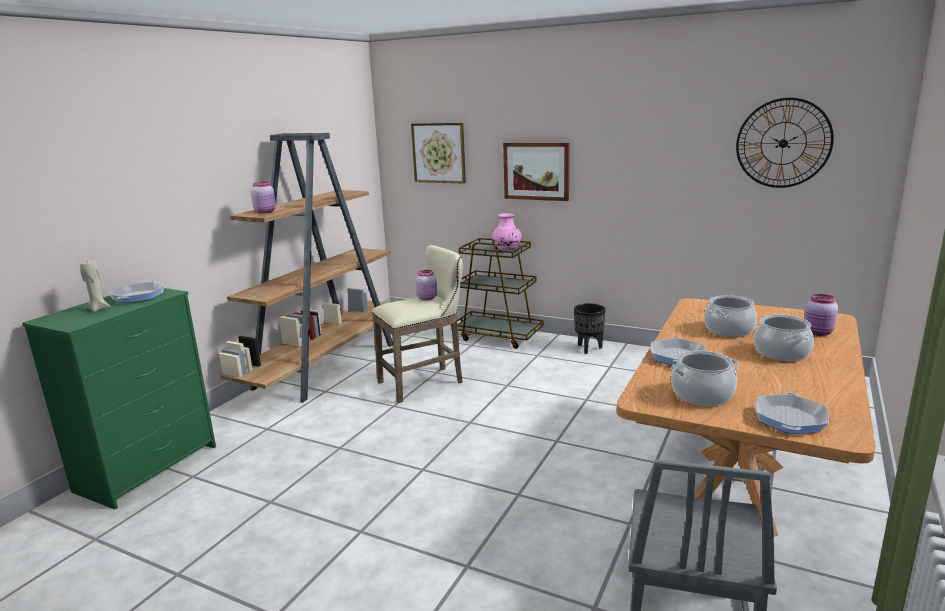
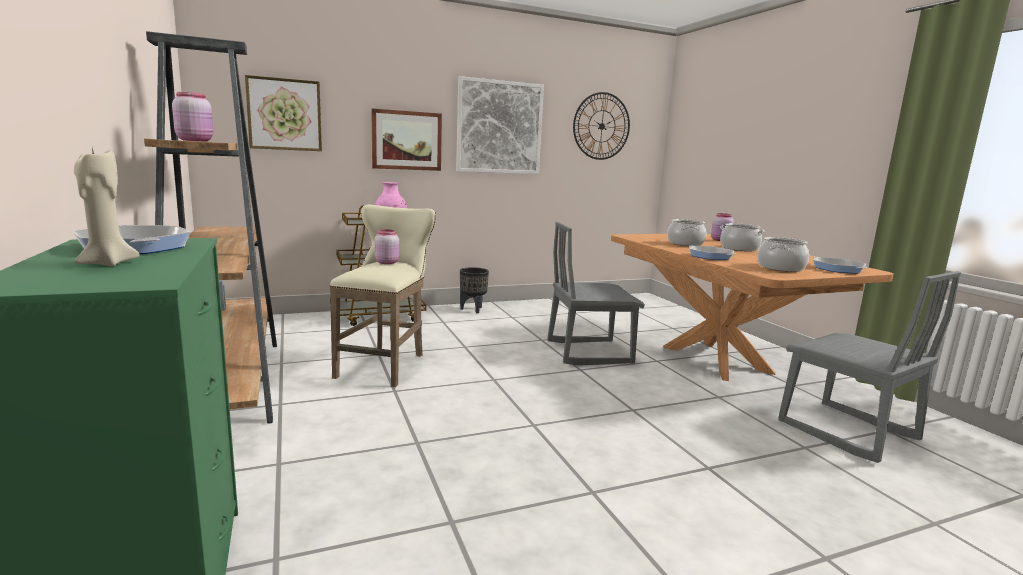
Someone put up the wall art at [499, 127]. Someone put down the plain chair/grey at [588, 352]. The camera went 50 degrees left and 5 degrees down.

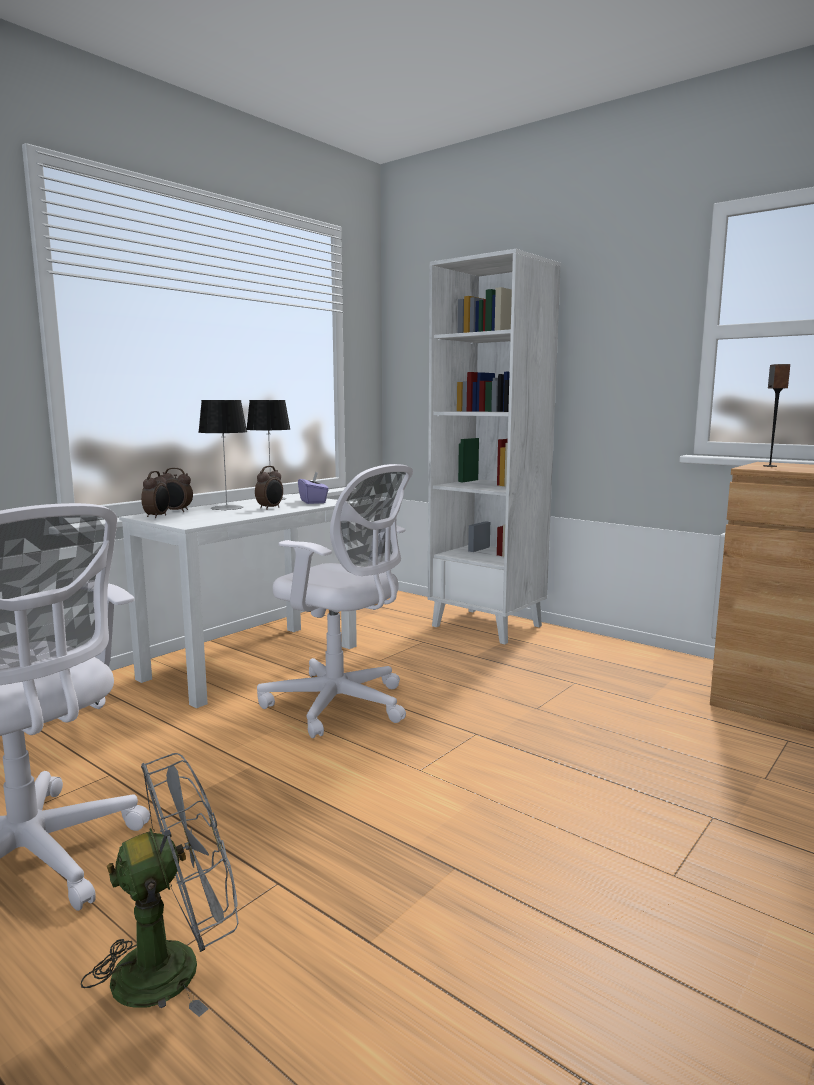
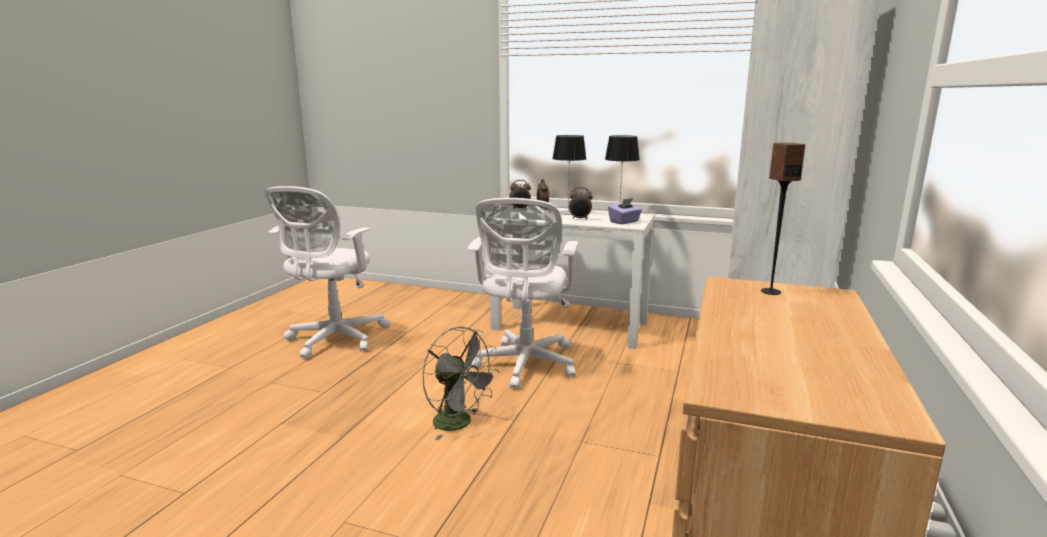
Someone carried the fan/grey from [175, 964] to [459, 424]. The camera went 70 degrees right and 5 degrees up.

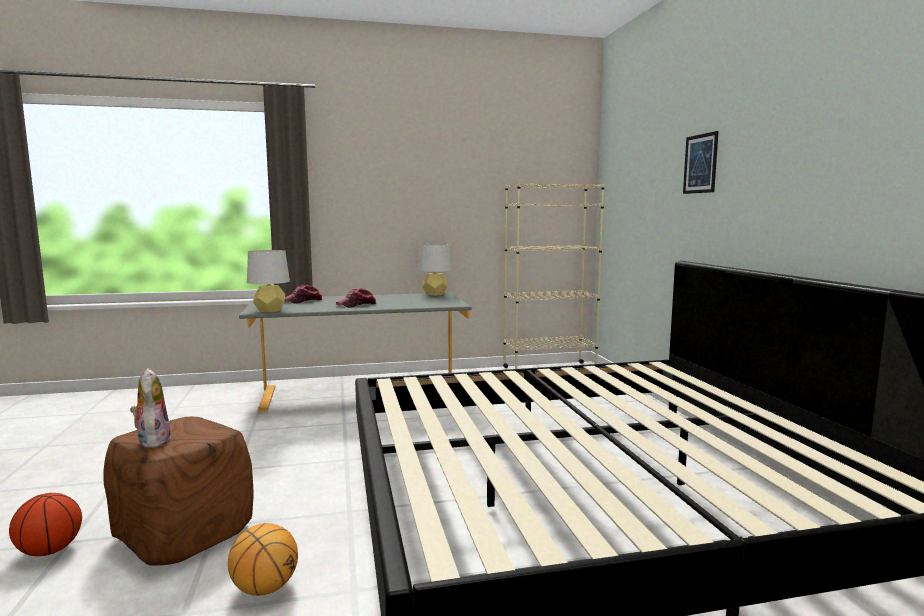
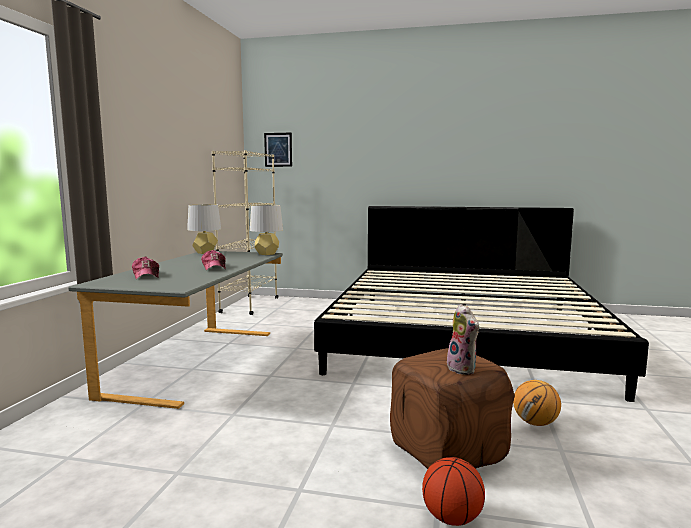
Someone carried the wall art from [700, 163] to [278, 149]. Someone carried the lamp for a table/grey from [270, 311] to [267, 254]. Someone rotated the cuddly toy at [152, 440] by 120 degrees counterclockwise. The camera went 65 degrees left and 0 degrees up.

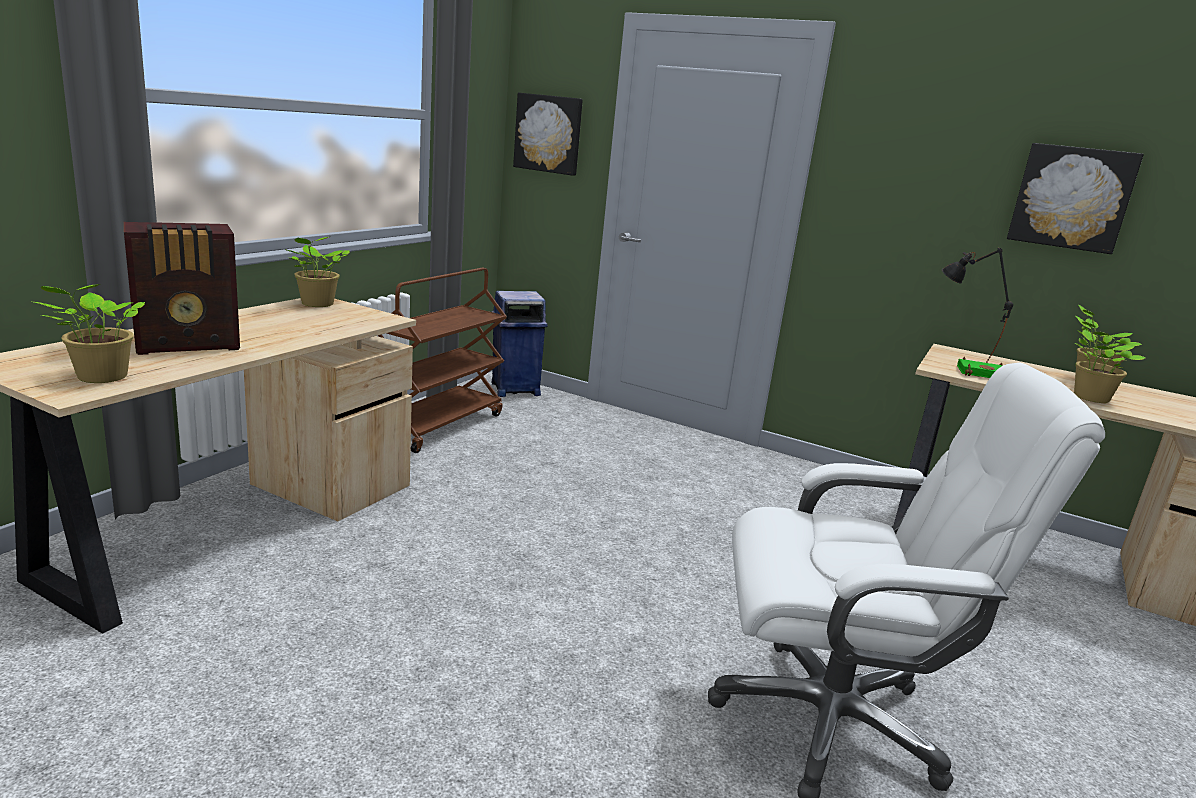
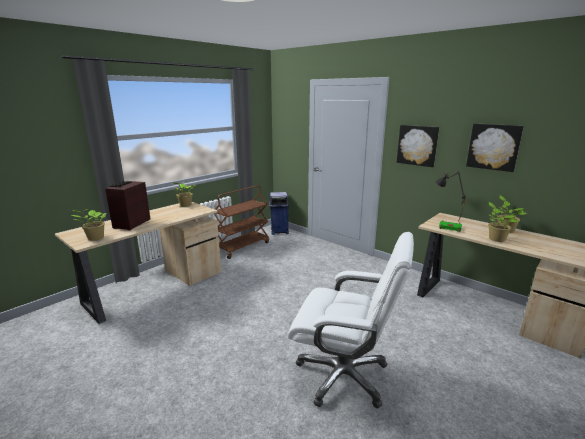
Someone carried the wall art from [549, 134] to [417, 145]. Someone rotated the radio set at [190, 344] by 120 degrees clockwise. The camera went 15 degrees right and 0 degrees up.

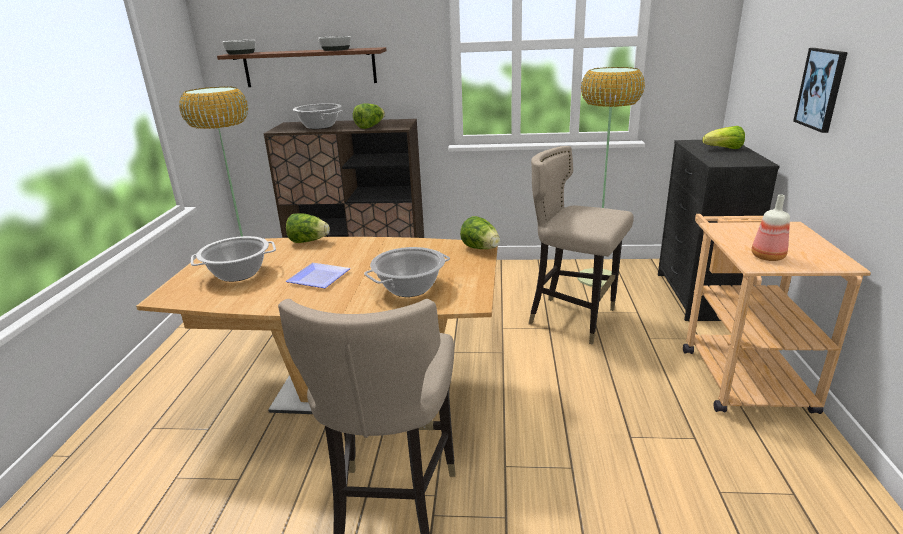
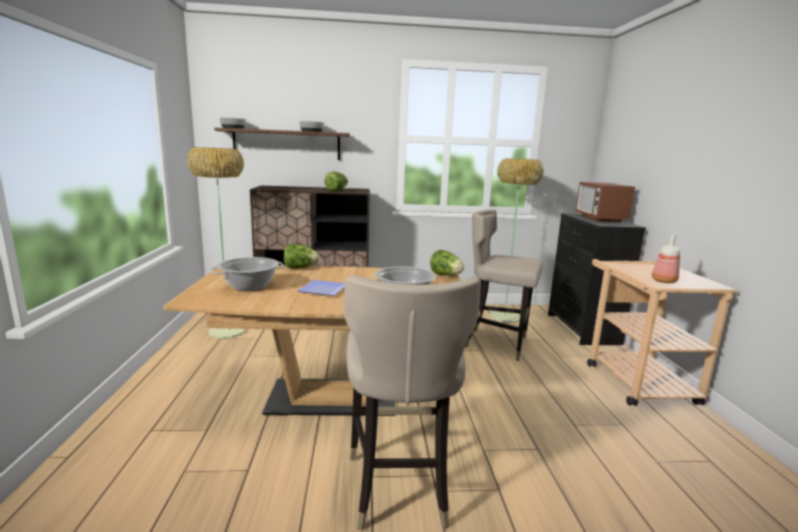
Someone took away the wall art at [821, 89]. Someone took away the cooking pot at [319, 126]. Someone swapped the head of lettuce at [724, 149] for the microwave at [600, 218]. The camera went 10 degrees left and 10 degrees down.

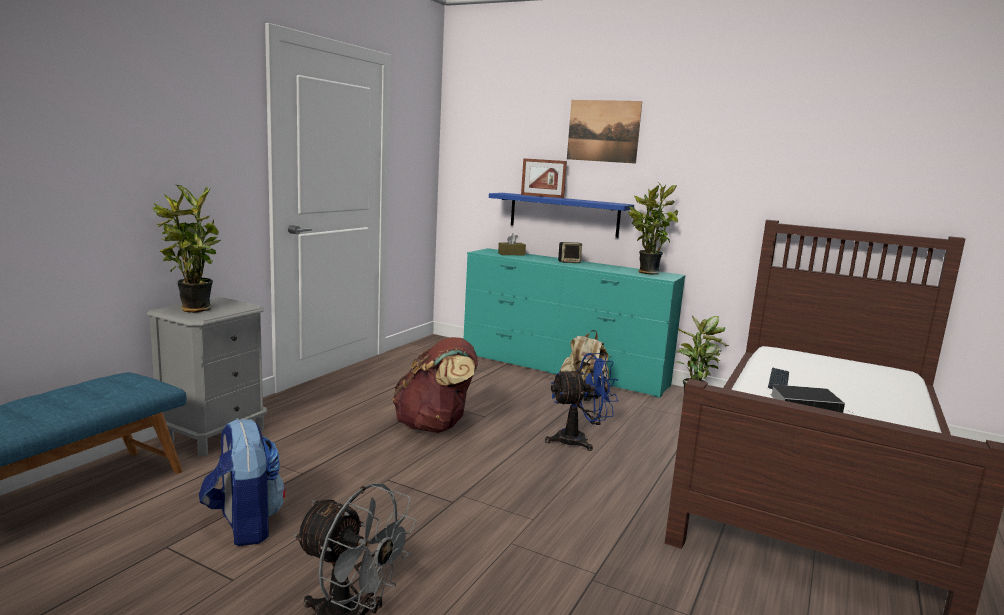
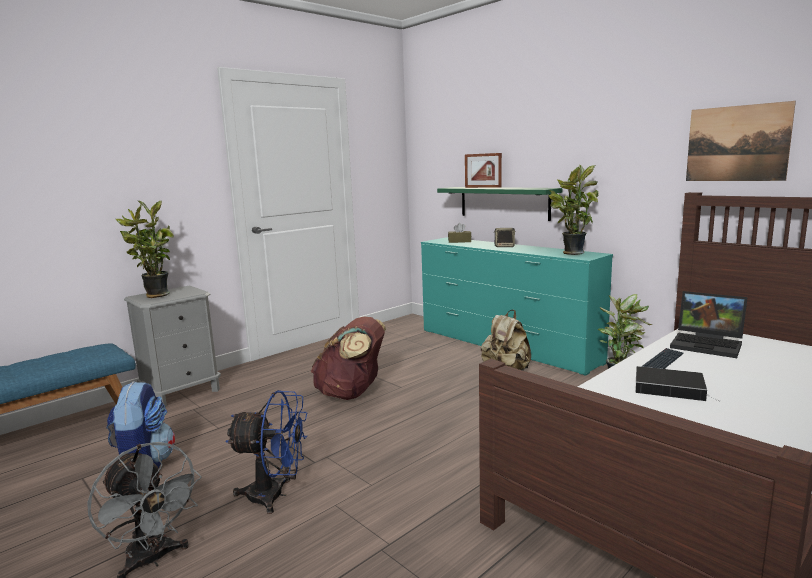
Someone carried the wall art from [603, 131] to [737, 143]. Someone repainted the bracket shelf/blue-coloured at [563, 214], which became the bracket shelf/green-coloured at [503, 202]. Someone carried the fan/blue-coloured from [579, 440] to [275, 495]. Someone put down the laptop at [708, 344]. The camera went 20 degrees right and 0 degrees up.

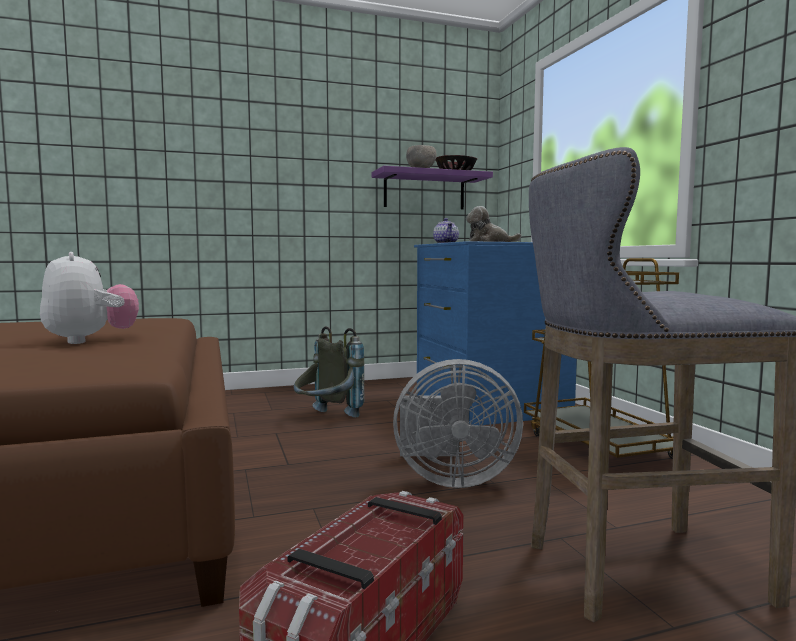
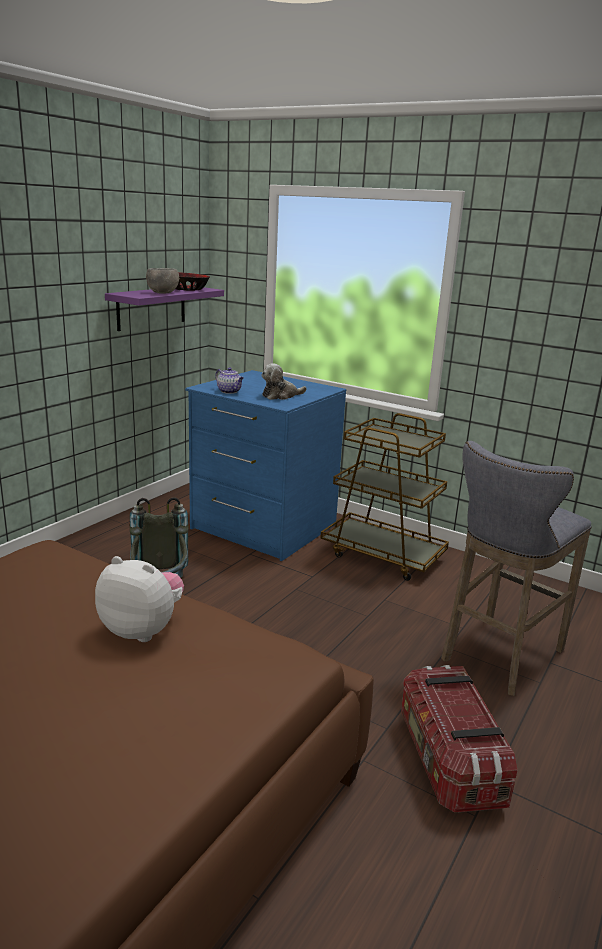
Someone took away the fan/grey at [450, 479]. The camera went 40 degrees left and 15 degrees up.

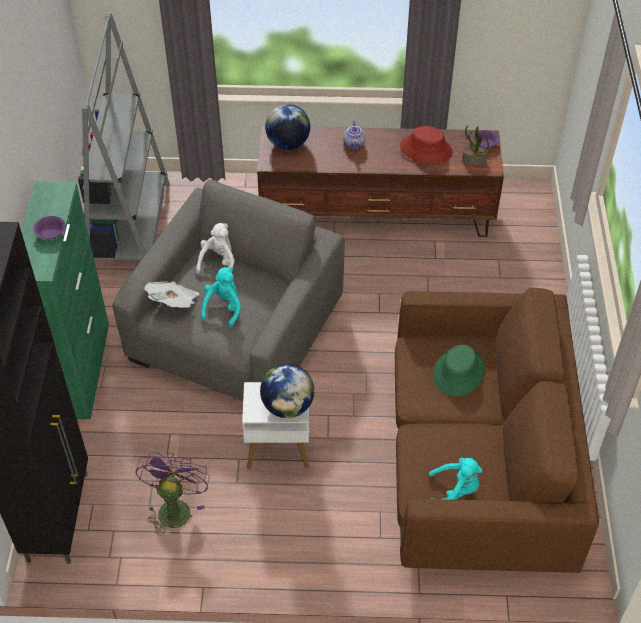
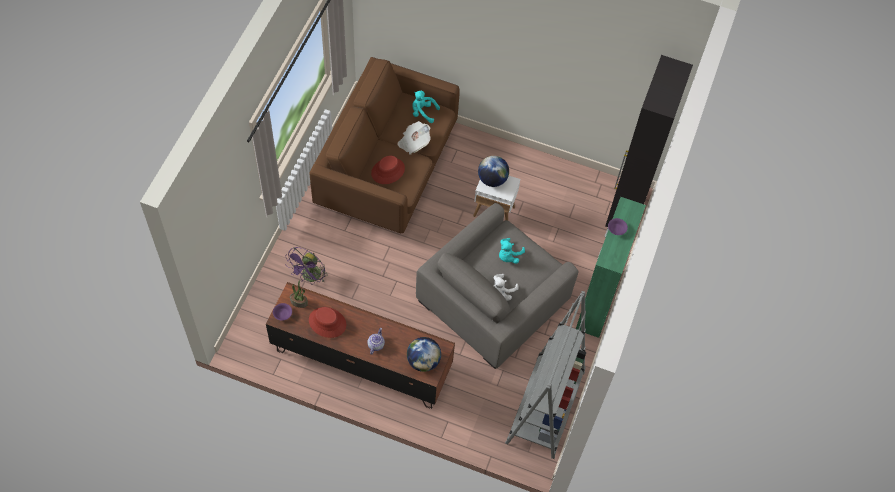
Someone carried the newspaper from [174, 303] to [413, 143]. Someone repainted the hat/green-coloured at [459, 372], which became the hat/red-coloured at [388, 171]. Someone carried the fan/purple-coloured from [174, 507] to [309, 277]. The camera went 165 degrees left and 10 degrees up.

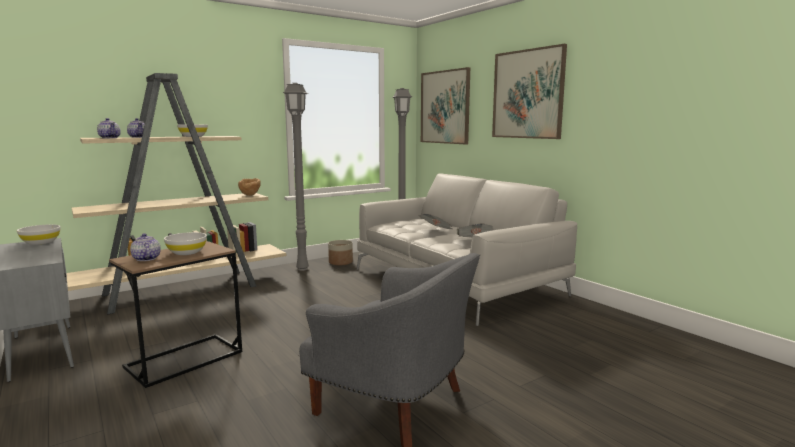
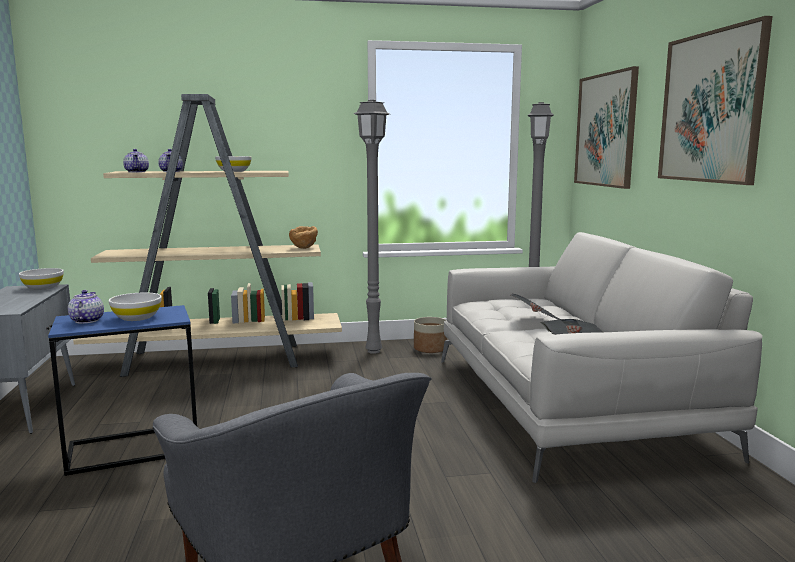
Someone repainted the side table/brown-coloured at [184, 359], which became the side table/blue-coloured at [133, 449]. The camera went 25 degrees right and 0 degrees up.

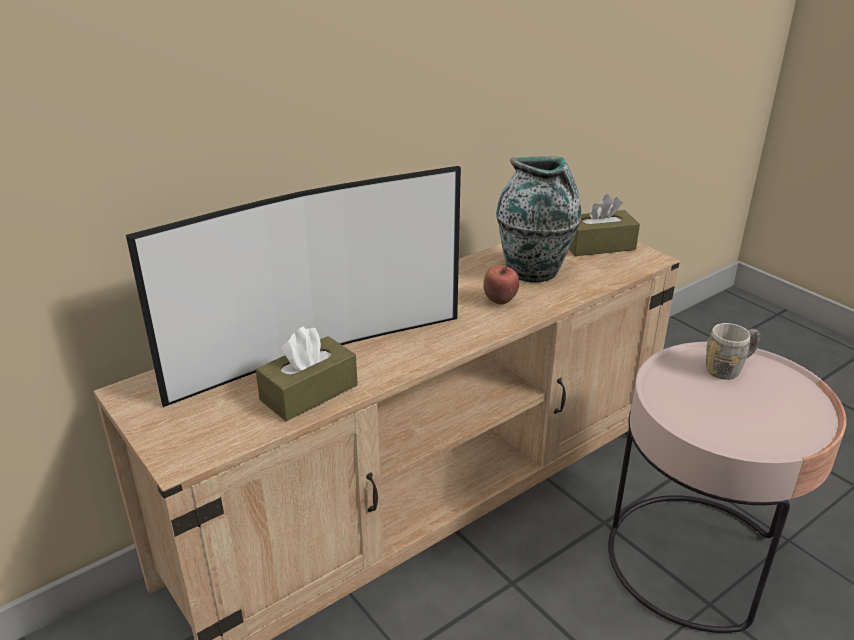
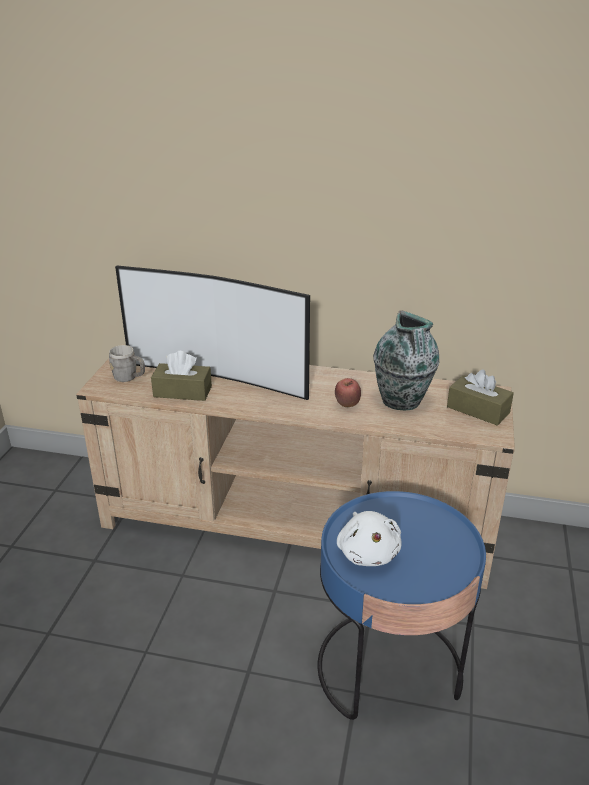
Someone carried the mug/grey from [729, 368] to [129, 378]. Someone repainted the side table/pink-coloured at [695, 559], which became the side table/blue-coloured at [389, 668]. Someone put down the cuddly toy/white at [368, 552]. The camera went 50 degrees right and 0 degrees up.

